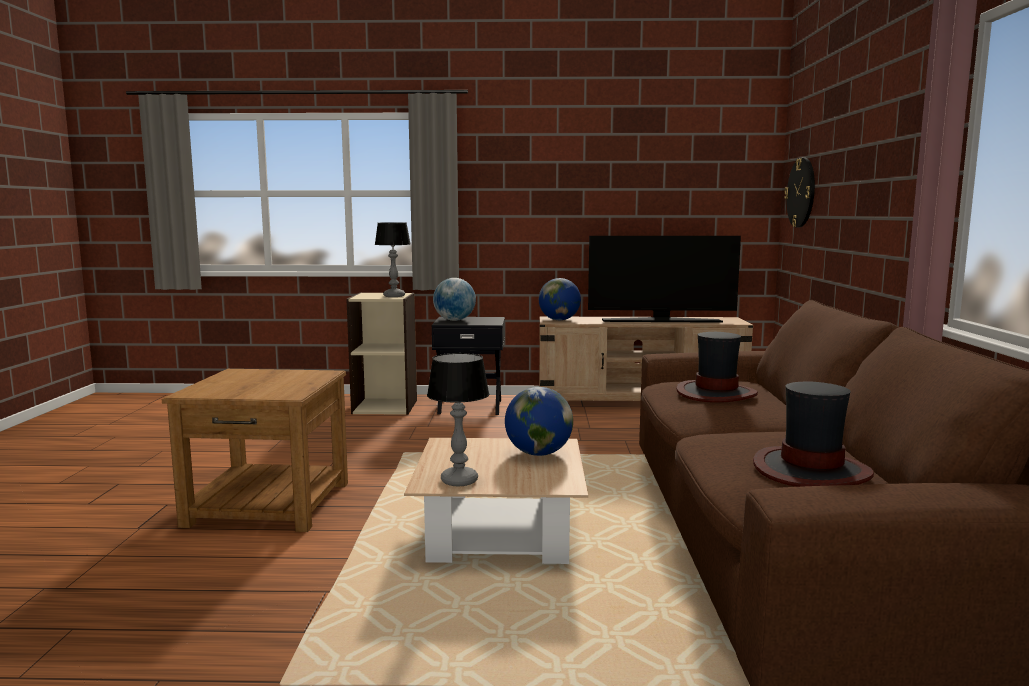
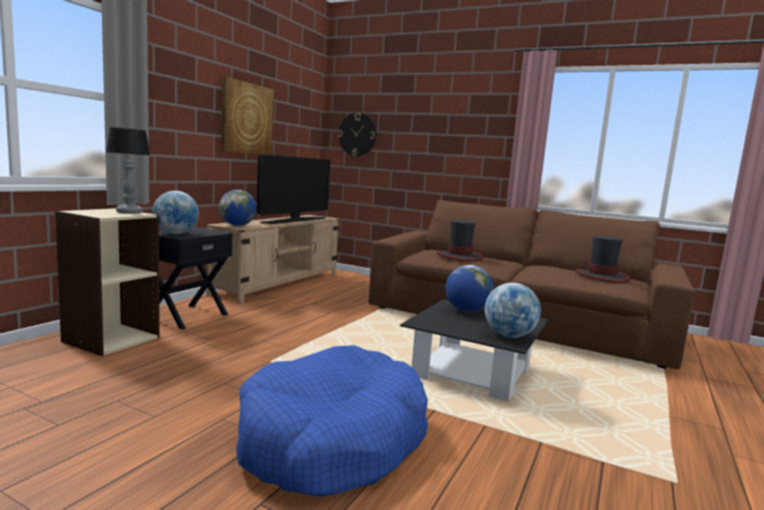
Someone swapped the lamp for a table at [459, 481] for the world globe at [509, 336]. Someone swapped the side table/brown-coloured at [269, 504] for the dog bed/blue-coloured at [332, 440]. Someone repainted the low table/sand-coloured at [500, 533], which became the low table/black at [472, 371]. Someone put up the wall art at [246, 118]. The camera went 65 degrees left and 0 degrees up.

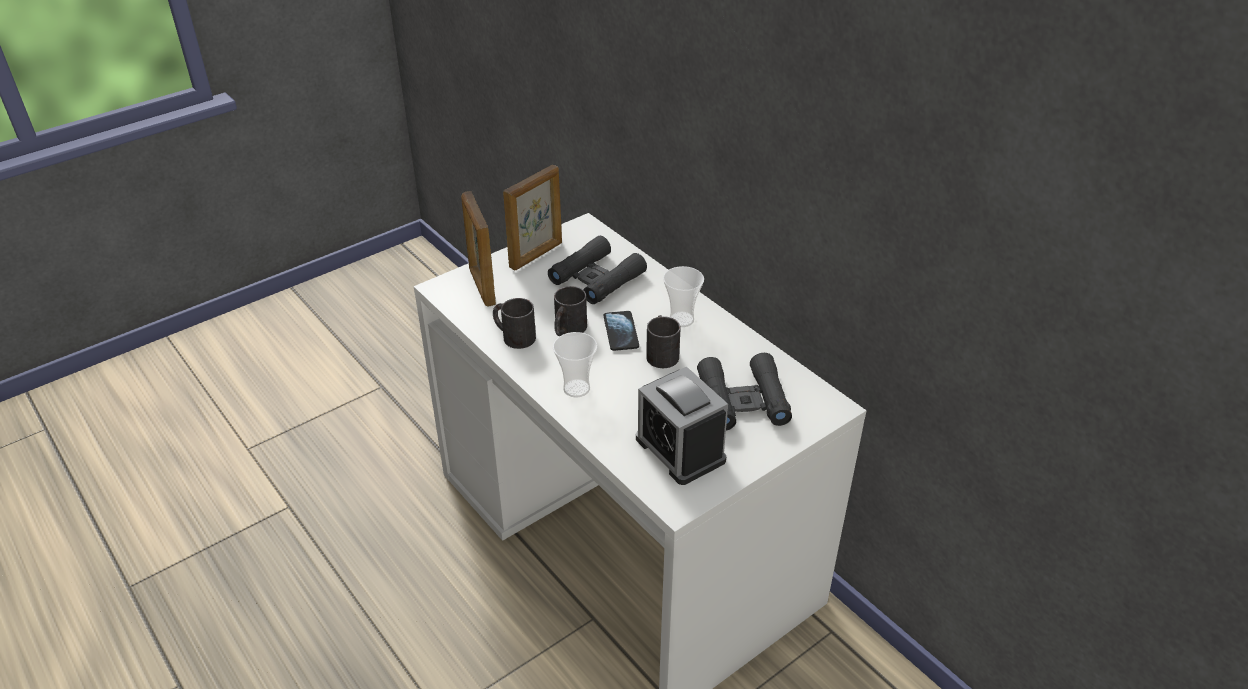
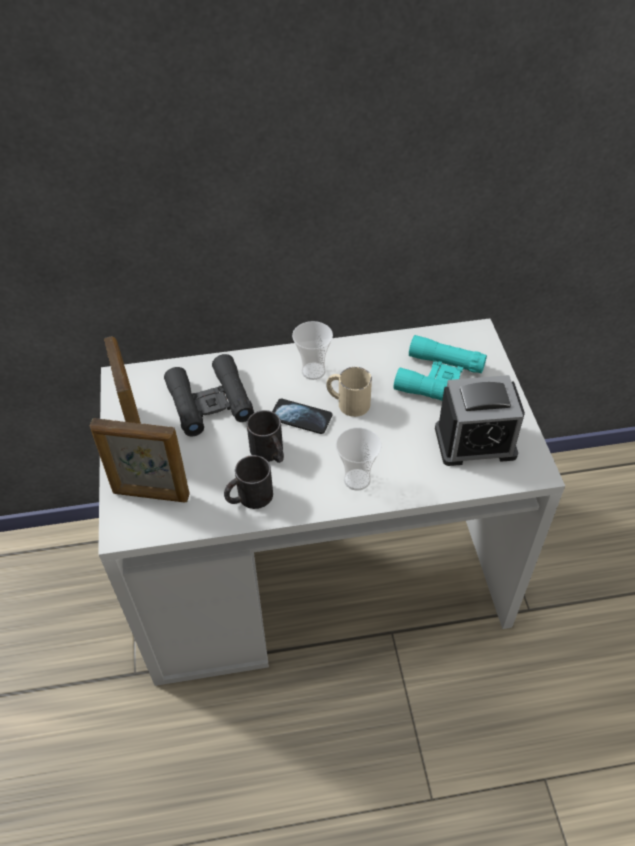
Someone repainted the mug/black at [661, 352], which became the mug/sand-coloured at [347, 402]. Someone repainted the pair of binoculars/black at [743, 400], which became the pair of binoculars/blue-green at [439, 379]. The camera went 60 degrees left and 10 degrees up.

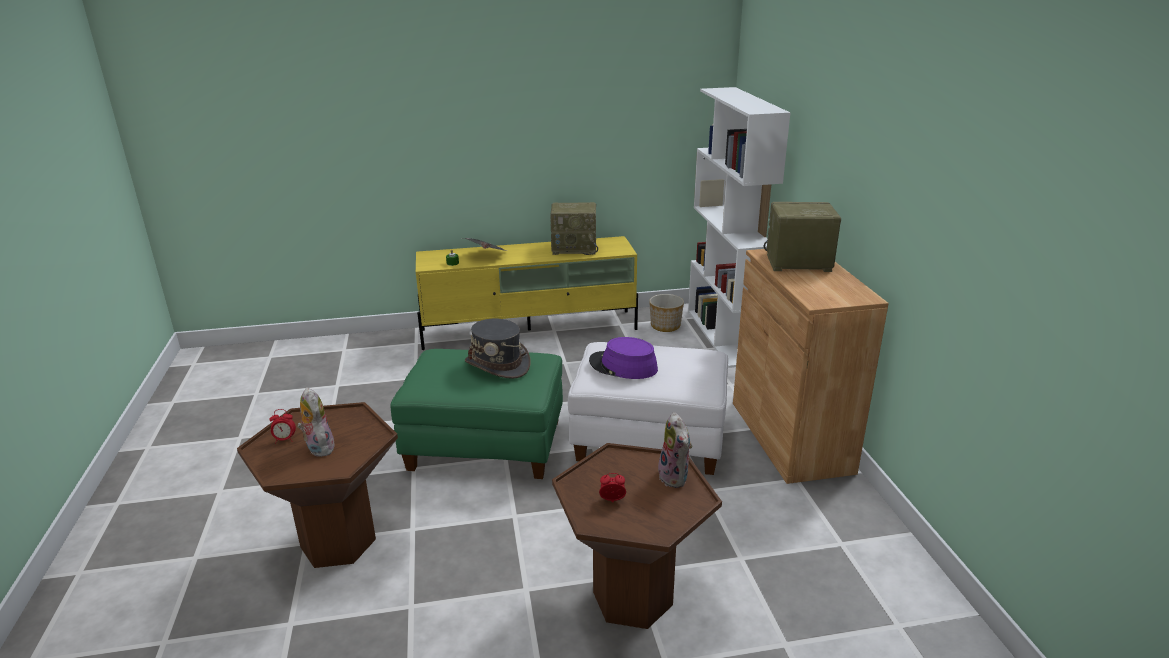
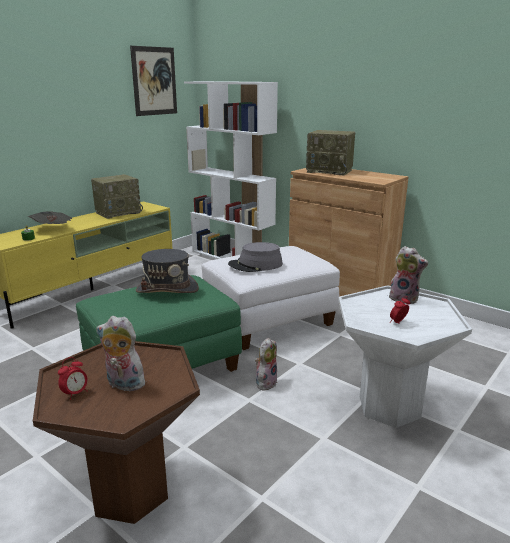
Someone rotated the radio set at [797, 263] by 120 degrees counterclockwise. Someone took away the plant pot at [666, 326]. Someone repainted the hat/purple-coloured at [623, 366], which became the hat/grey at [255, 265]. Someone repainted the side table/brown-coloured at [632, 598], which became the side table/white at [389, 407]. Someone put up the wall art at [154, 81]. Someone put down the cuddly toy at [265, 382]. The camera went 40 degrees left and 5 degrees down.

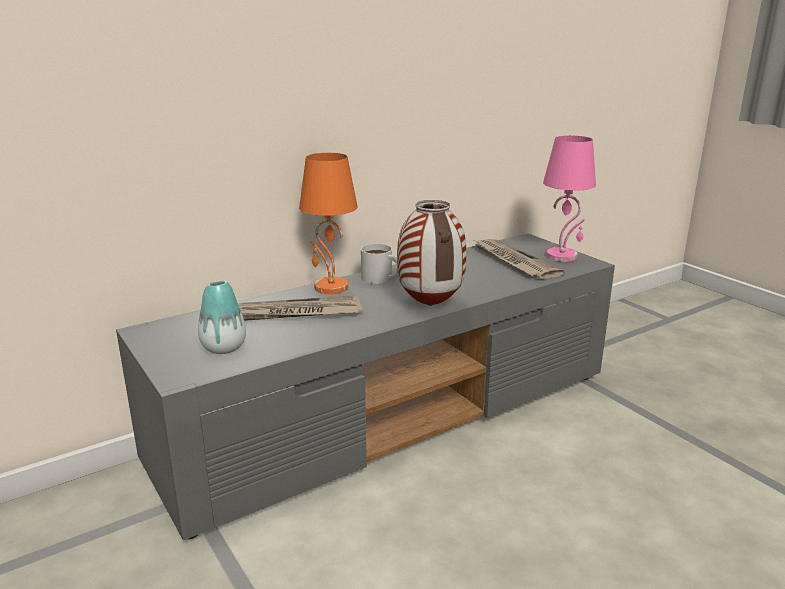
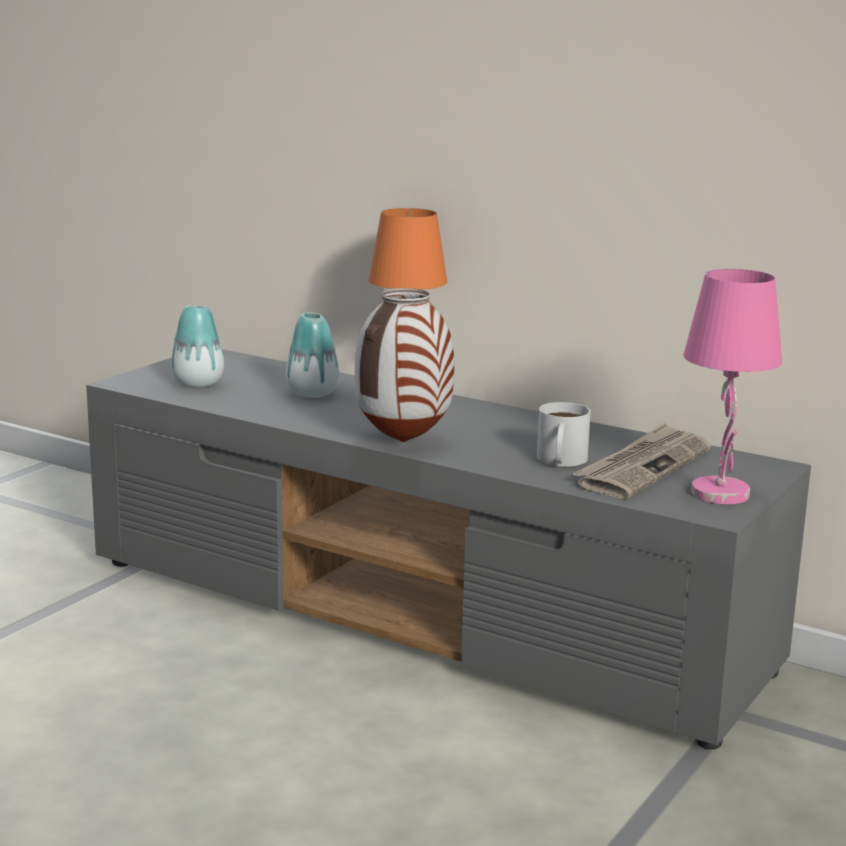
Someone carried the mug/white from [382, 279] to [561, 461]. Someone swapped the newspaper at [298, 313] for the flower vase at [312, 393]. The camera went 65 degrees right and 5 degrees down.

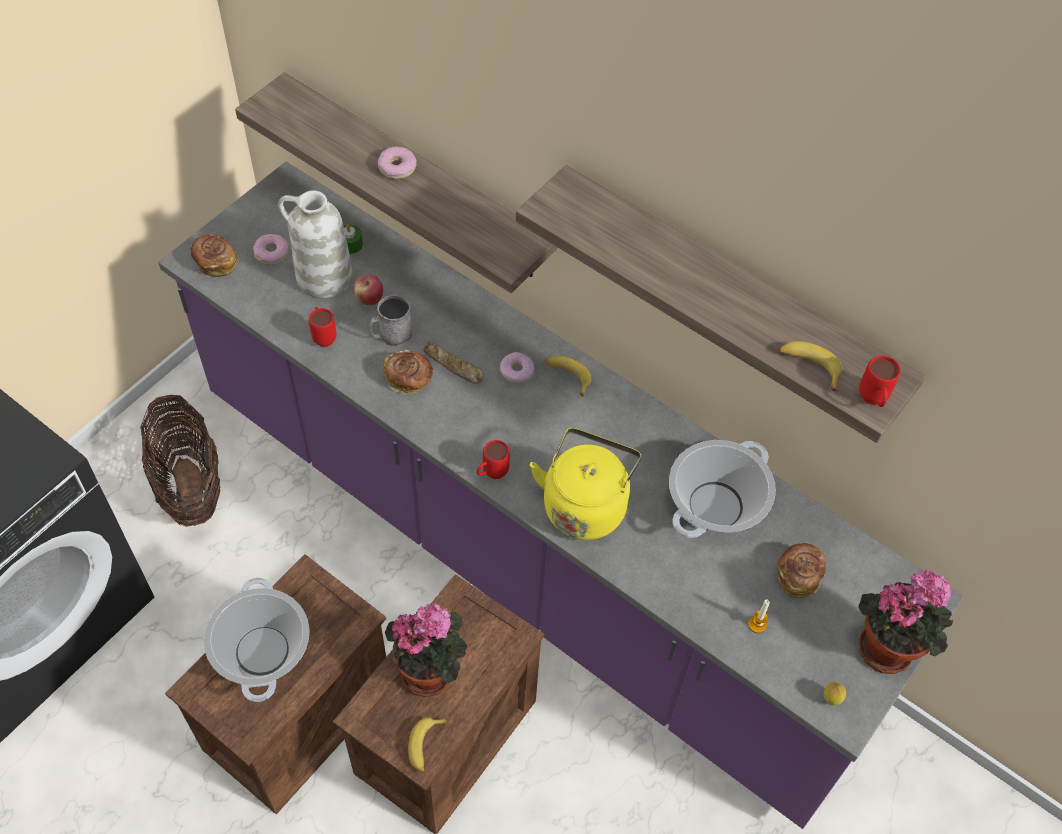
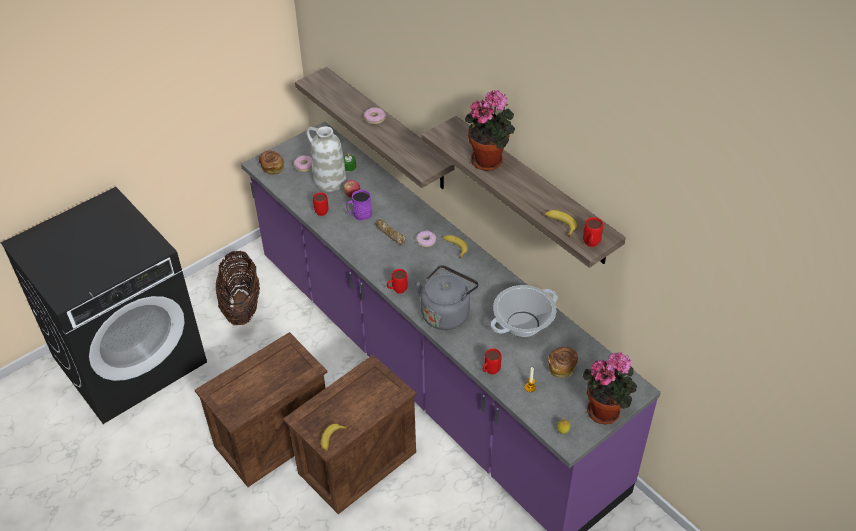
Someone repainted the mug/grey at [391, 335], which became the mug/purple-coloured at [359, 214]. Someone took away the baked bread at [409, 379]. Someone repainted the tea kettle/yellow at [585, 504], which became the tea kettle/grey at [446, 313]. Someone took away the cooking pot at [263, 651]. Someone carried the plant in a pot from [431, 671] to [489, 160]. Someone put down the mug/red-coloured at [490, 372]. The camera went 15 degrees right and 10 degrees down.

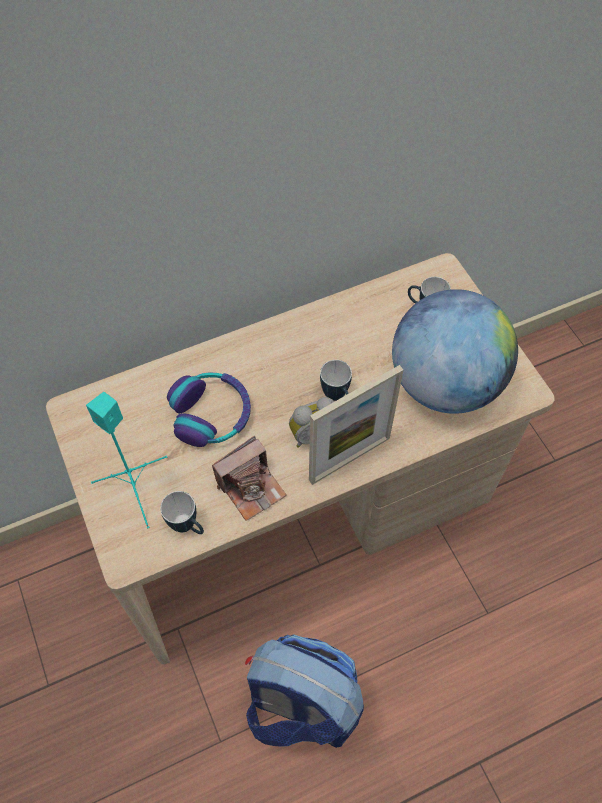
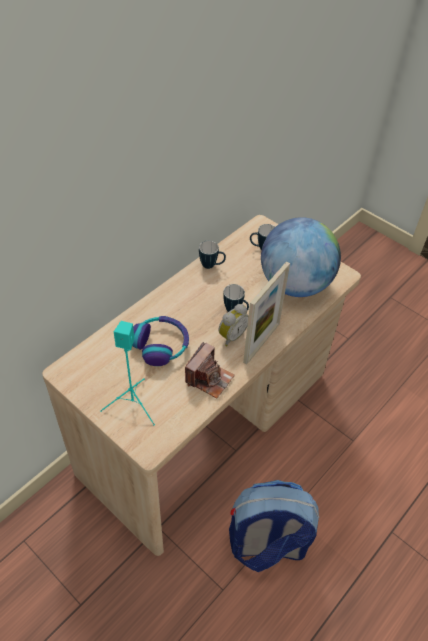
Someone carried the mug from [188, 527] to [211, 266]. The camera went 25 degrees left and 10 degrees down.

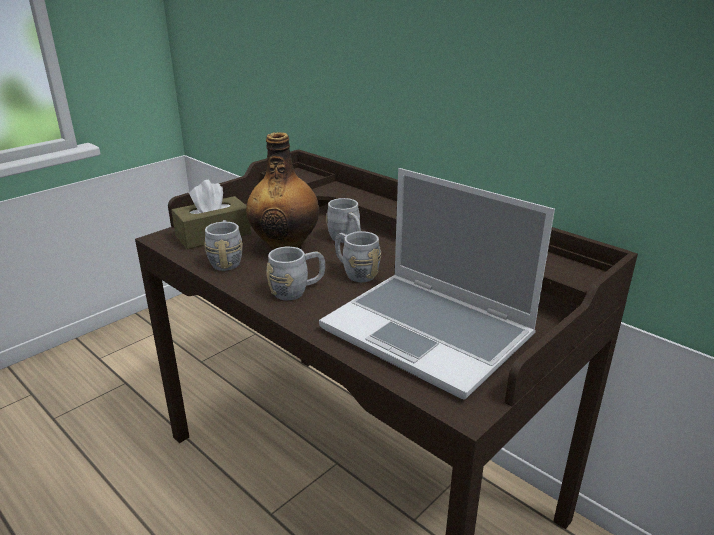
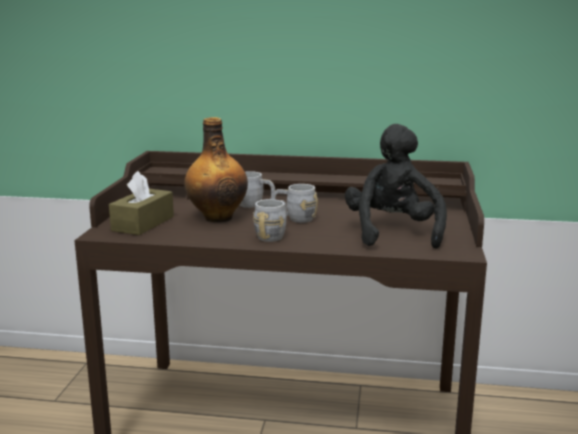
Someone swapped the laptop at [430, 333] for the cuddly toy/black at [392, 232]. Someone took away the mug/grey at [226, 260]. The camera went 35 degrees left and 10 degrees down.

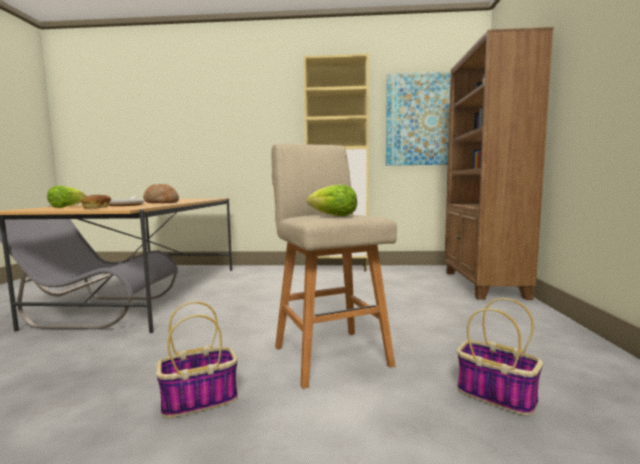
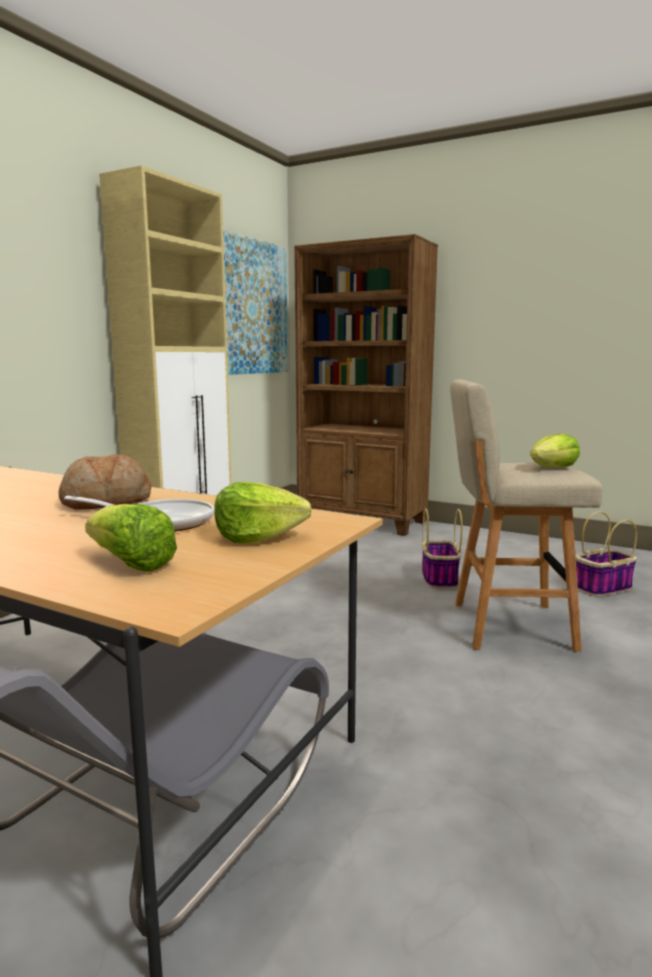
Someone swapped the baked bread at [97, 208] for the head of lettuce at [258, 537]. Someone carried the household basket from [200, 399] to [439, 578]. The camera went 65 degrees left and 5 degrees up.

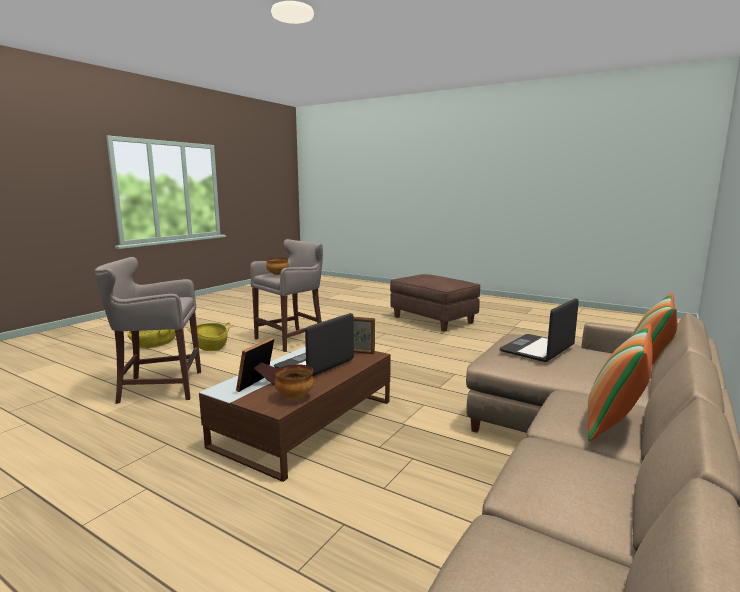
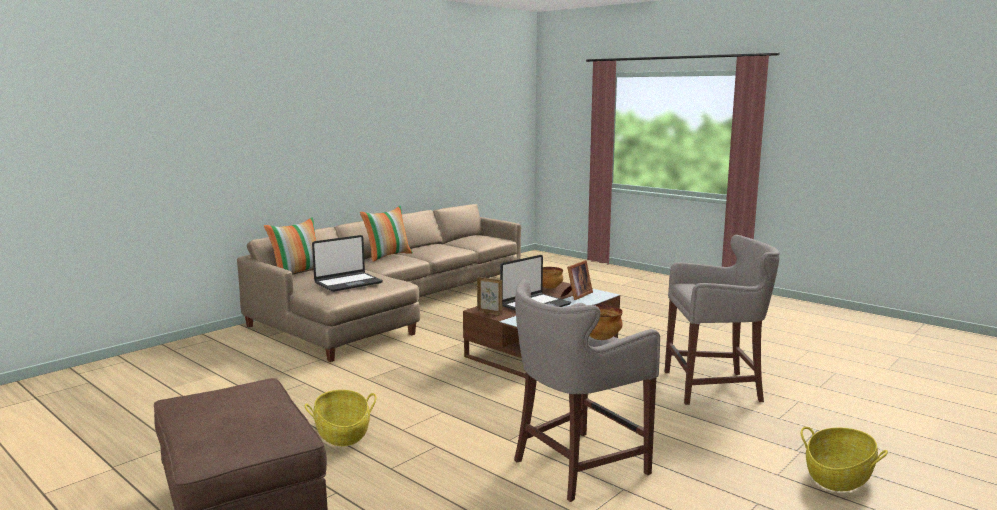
Someone carried the household basket from [210, 346] to [342, 433]. The camera went 170 degrees left and 0 degrees up.

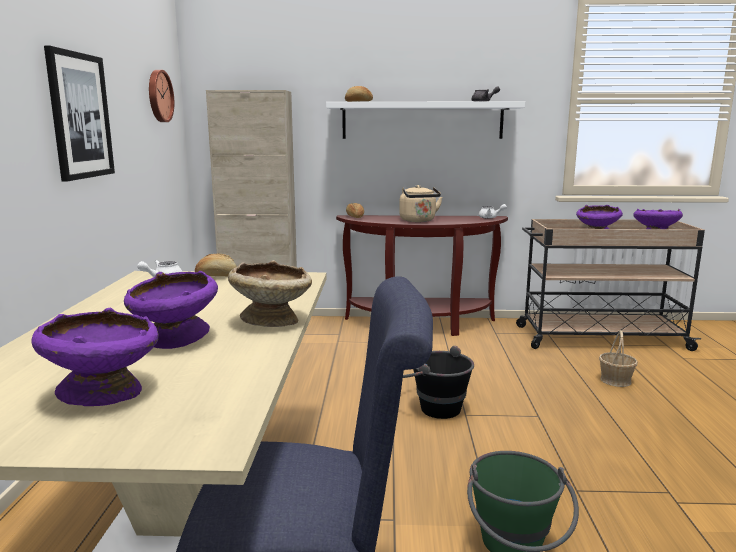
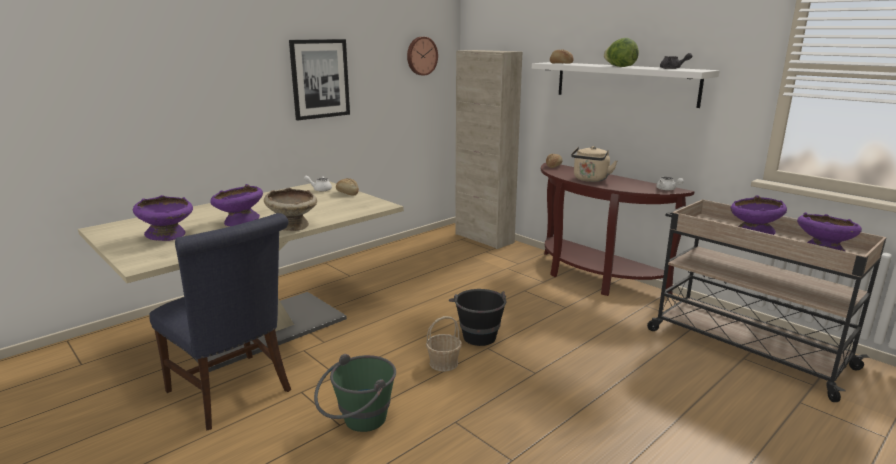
Someone carried the household basket from [615, 380] to [444, 363]. Someone put down the head of lettuce at [620, 66]. The camera went 45 degrees right and 5 degrees up.

